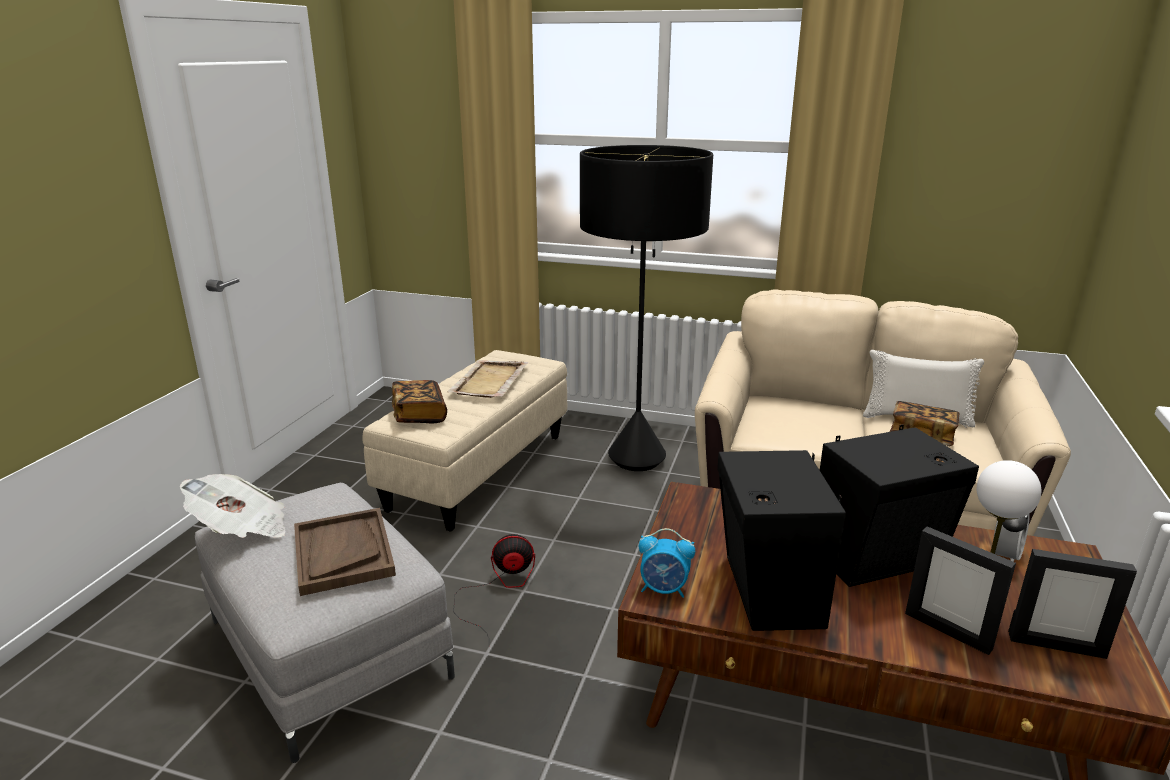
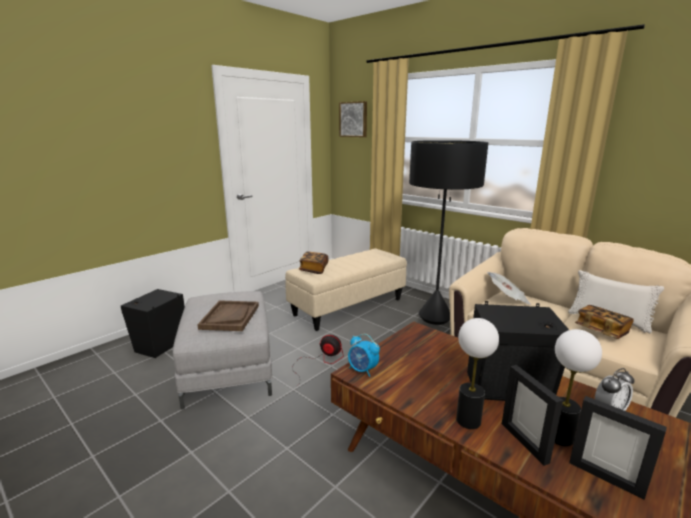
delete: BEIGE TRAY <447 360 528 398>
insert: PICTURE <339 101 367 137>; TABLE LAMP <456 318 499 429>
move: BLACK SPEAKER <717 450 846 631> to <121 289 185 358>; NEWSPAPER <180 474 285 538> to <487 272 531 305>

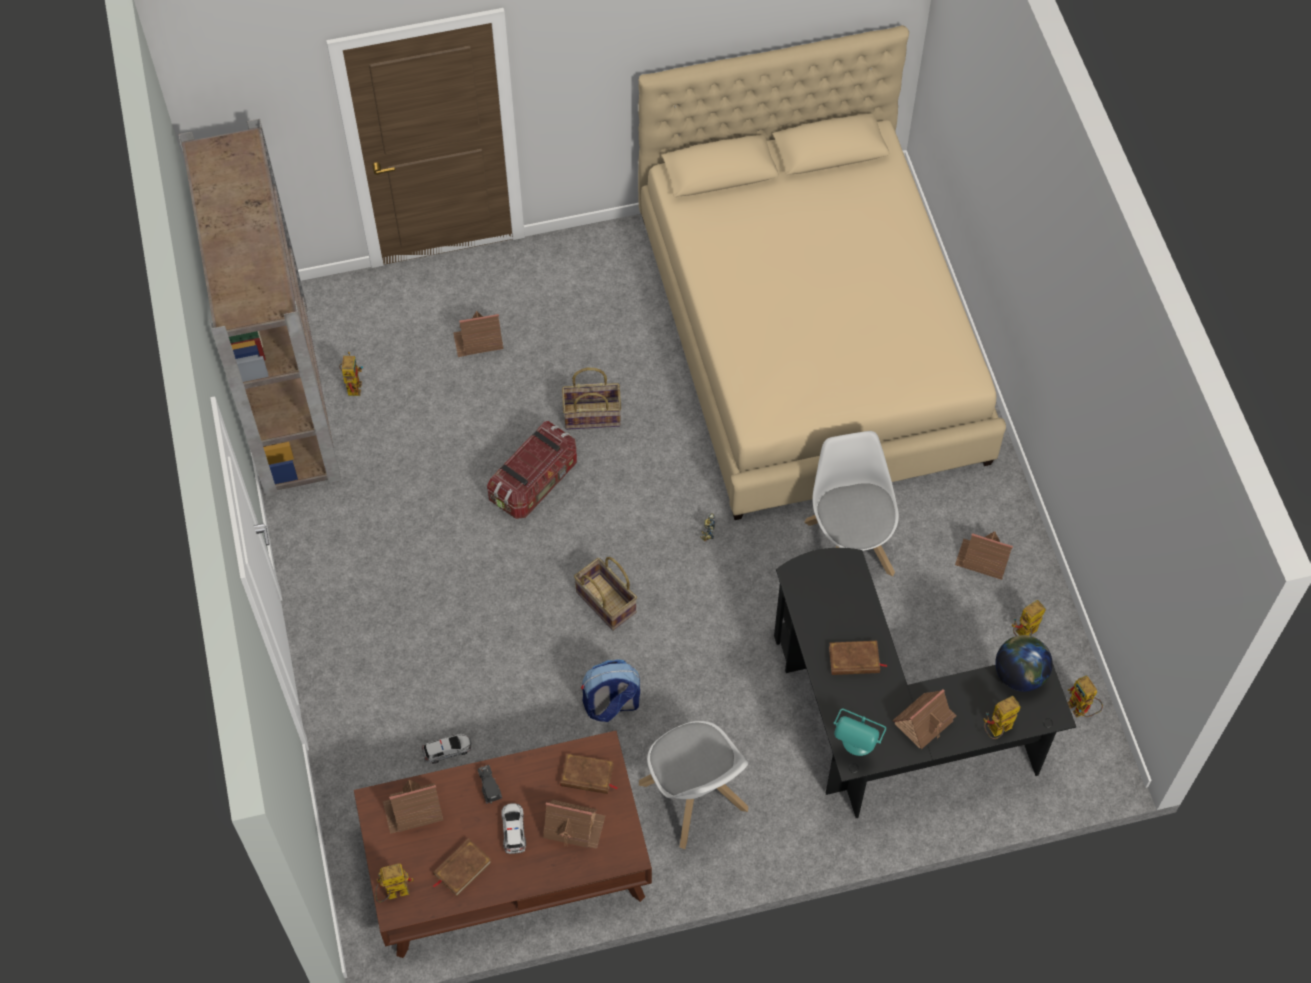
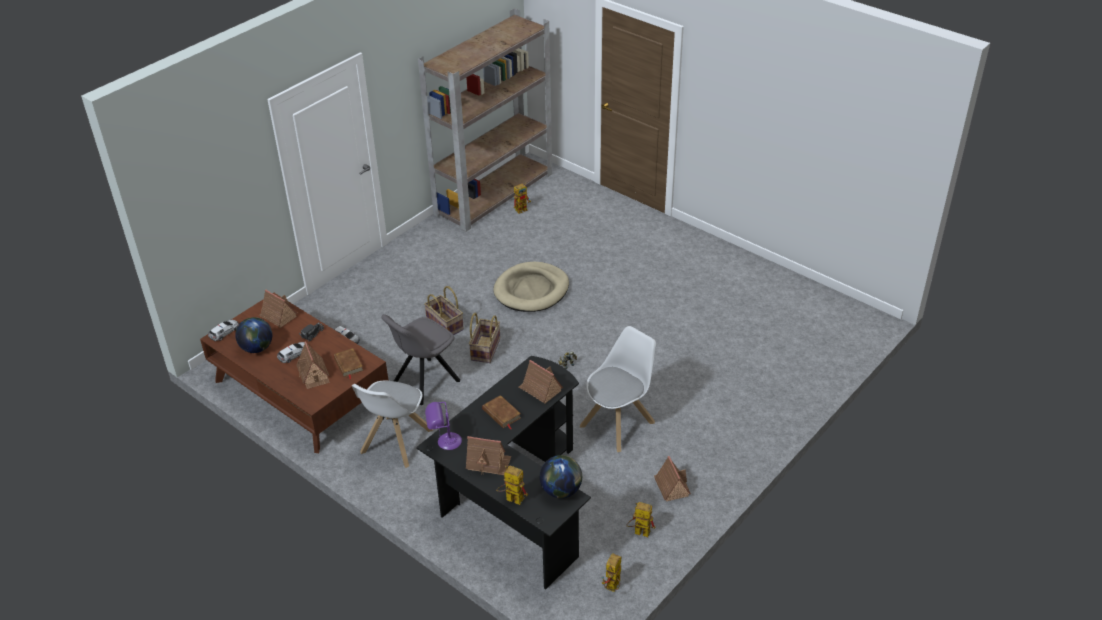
delete: BEIGE BED <638 25 1006 520>
move: BASKET <562 368 621 430> to <424 286 464 335>; TOY HOUSE <453 311 503 357> to <519 360 563 404>
replace: TOY ROBOT <375 864 414 903> to TOY CAR <208 320 239 341>; BROWN BOOK <433 838 492 897> to GLOBE <235 317 272 353>; BACKPACK <581 659 640 722> to GREY CHAIR <382 314 460 405>; STORAGE BOX <487 421 577 519> to BEIGE DOG BED <493 262 569 312>
recolor: TURQUOISE TABLE LAMP <833 709 886 756> to PURPLE TABLE LAMP <425 402 462 450>

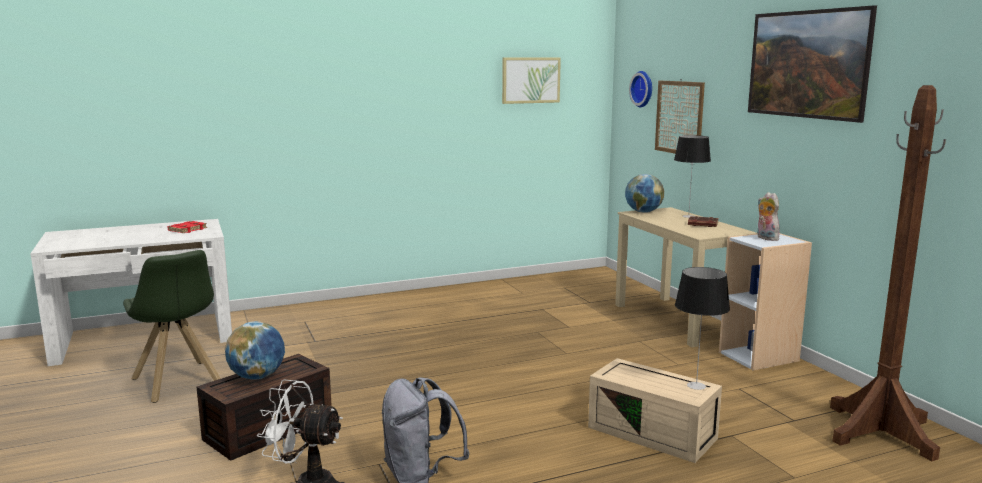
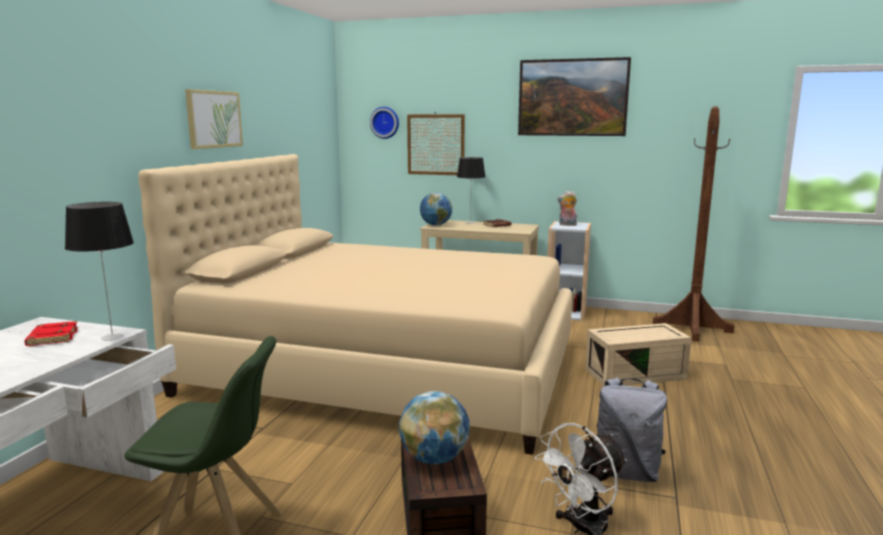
insert: BEIGE BED <138 154 572 455>
move: TABLE LAMP <675 267 730 390> to <65 202 134 341>; PICTURE <502 57 561 104> to <185 89 243 149>

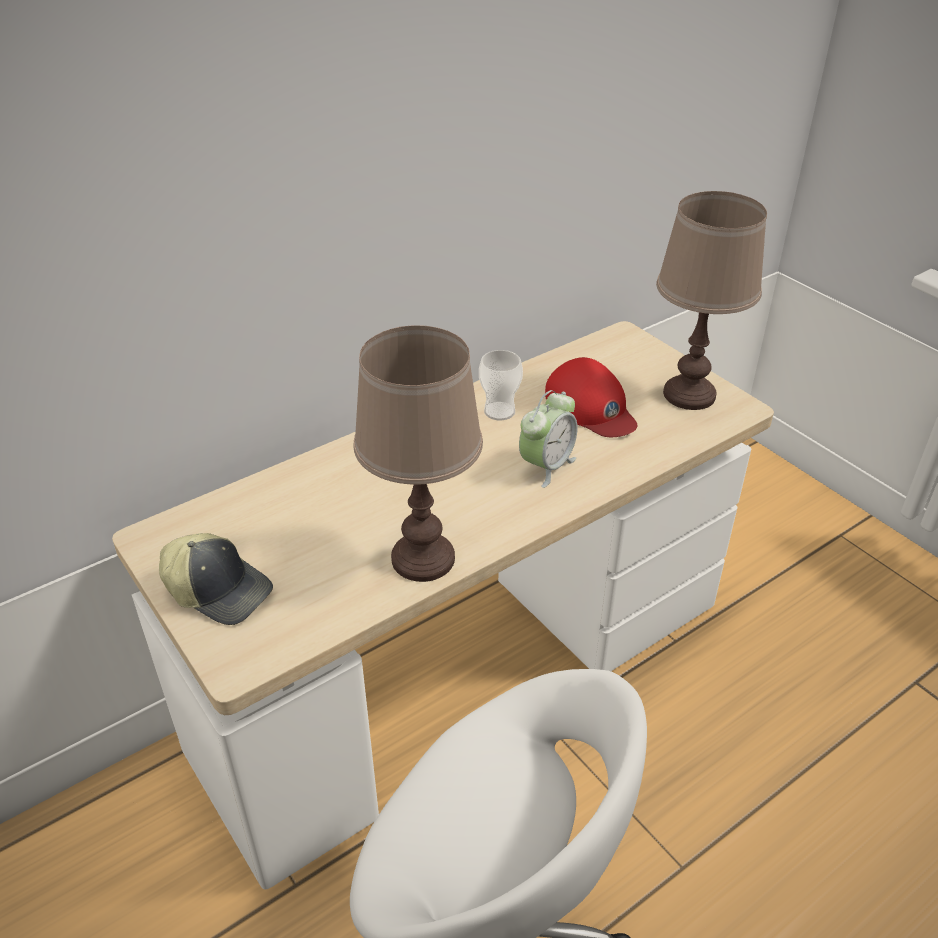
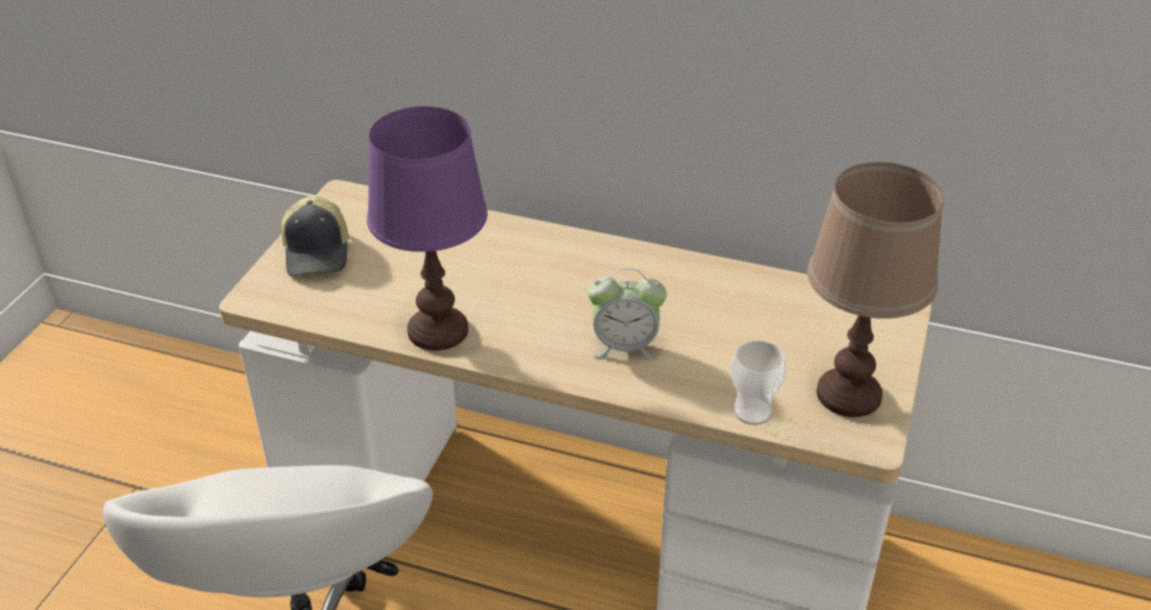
delete: RED CAP <545 357 637 437>
move: CUP <479 350 523 420> to <731 340 786 425>
recolor: BROWN TABLE LAMP <354 325 483 582> to PURPLE TABLE LAMP <367 106 488 351>

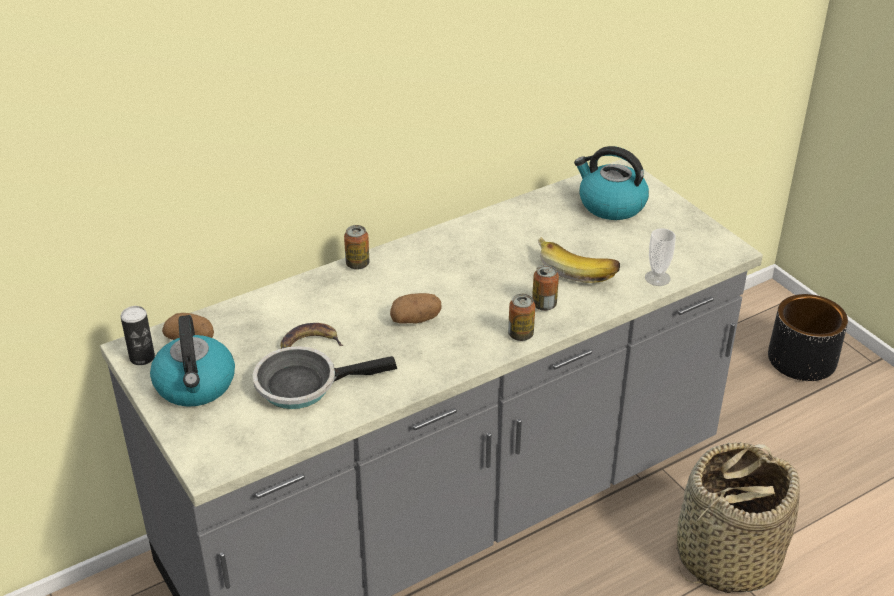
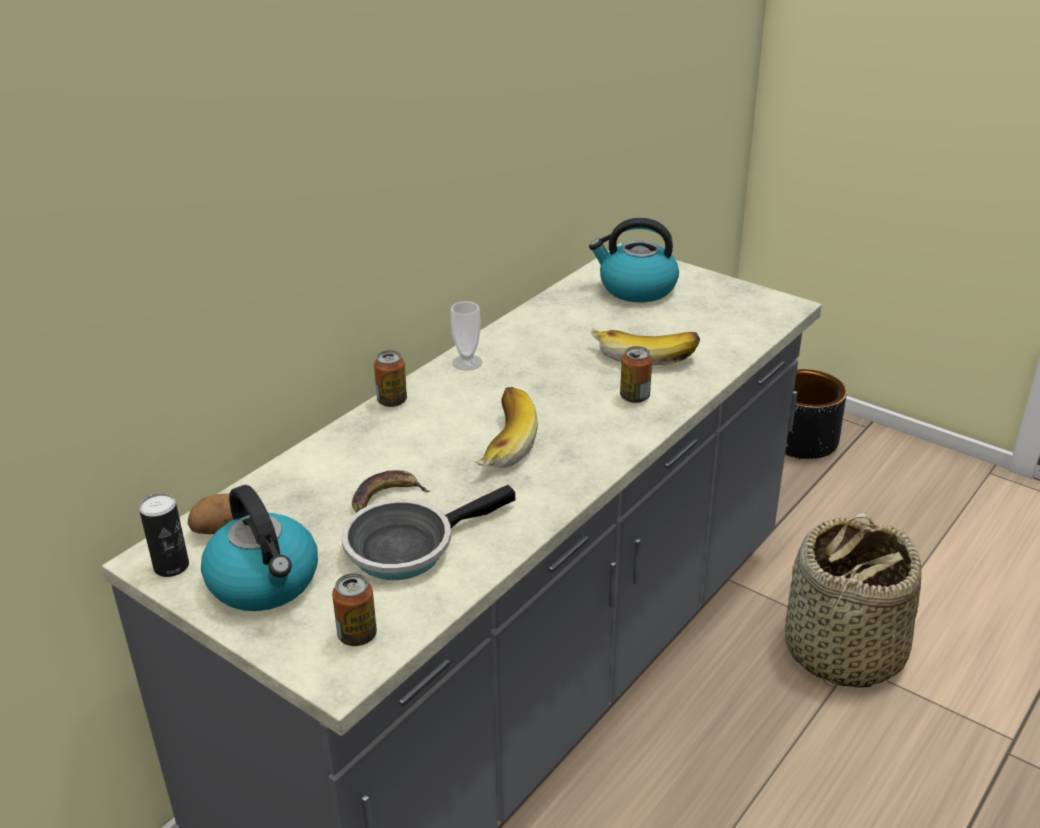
move: CAN <508 294 535 341> to <332 573 377 646>; CUP <645 228 676 286> to <451 301 482 371>
replace: POTATO <390 293 442 323> to BANANA <476 387 538 468>

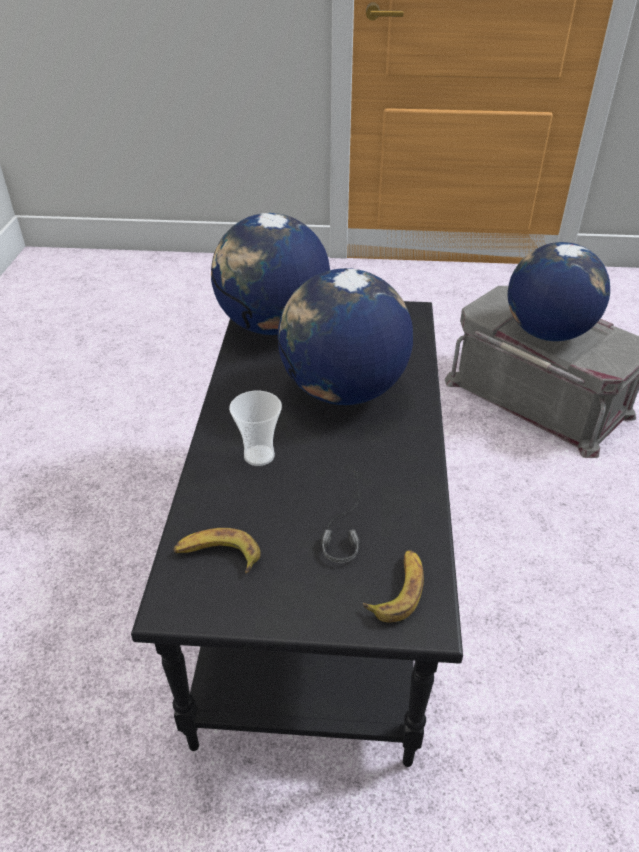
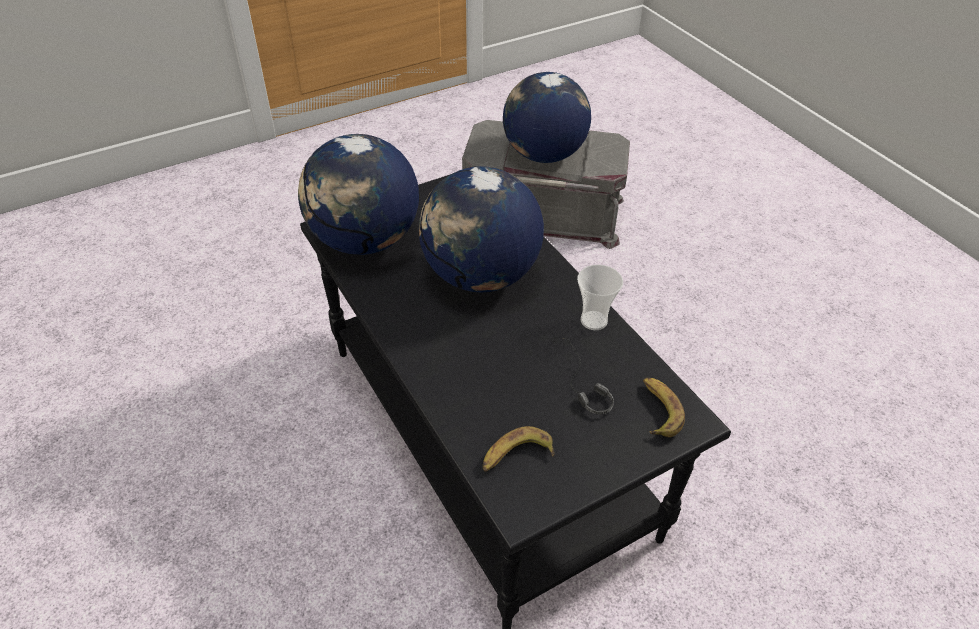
move: CUP <229 391 282 466> to <577 265 623 330>

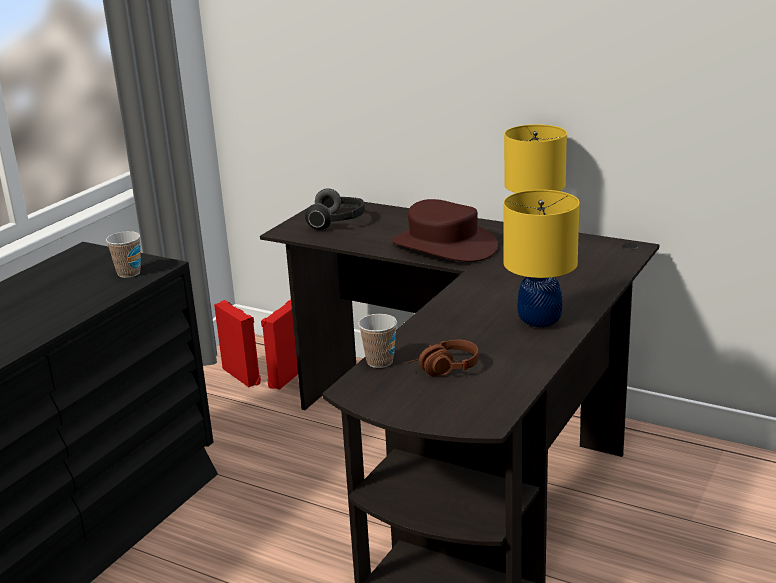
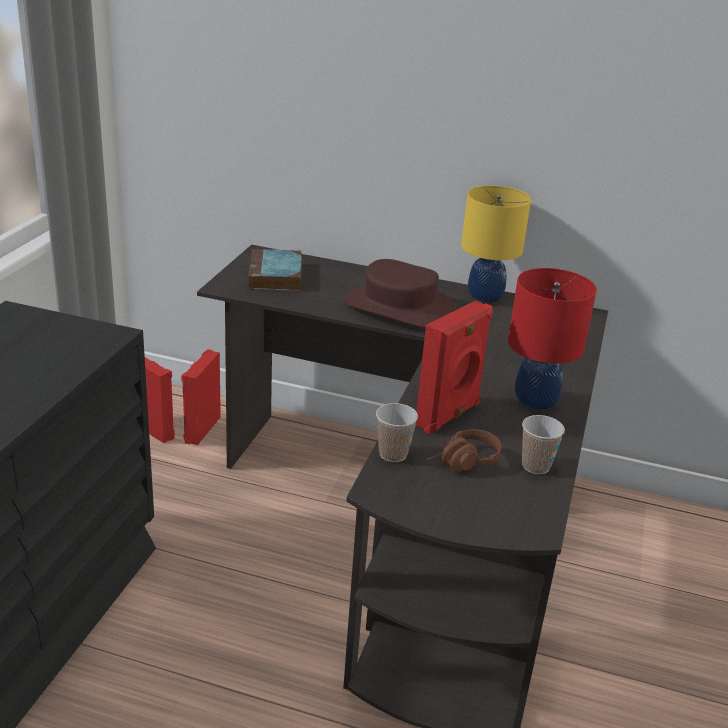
insert: RED SPEAKER <416 301 493 434>
move: CUP <106 231 141 278> to <522 415 565 474>
replace: HEADPHONES <305 188 365 230> to BOOK <248 249 302 291>
recolor: YELLOW TABLE LAMP <503 190 579 328> to RED TABLE LAMP <508 268 597 410>

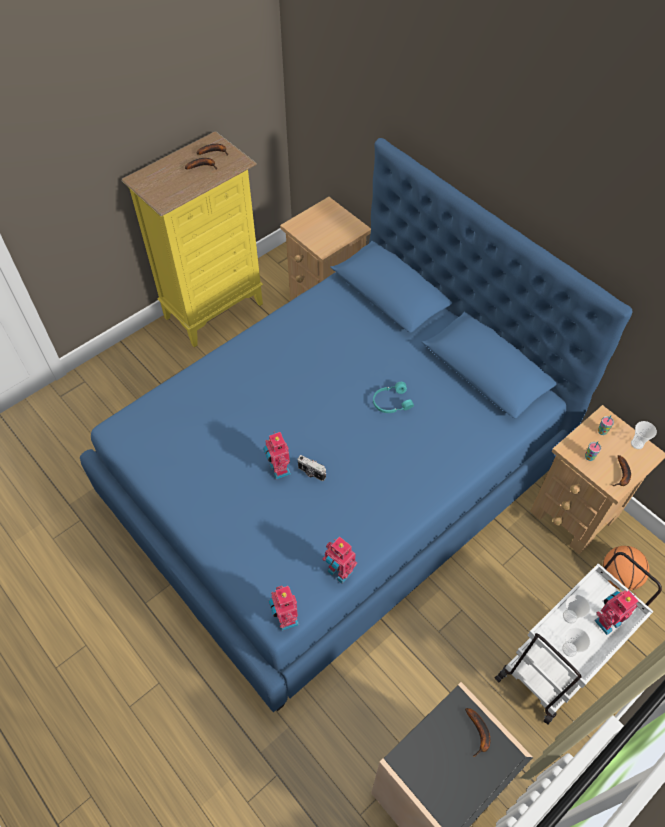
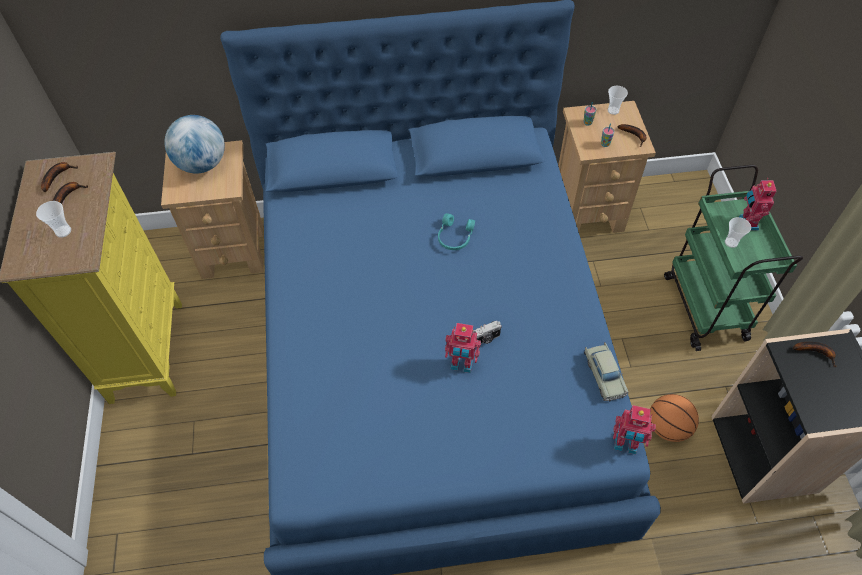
insert: GLOBE <164 115 225 173>
move: CUP <562 628 590 657> to <36 201 71 238>; BASKETBALL <603 546 649 591> to <650 394 699 442>
replace: TOY ROBOT <322 537 357 584> to BEIGE TOY CAR <584 343 629 402>
recolor: WHITE CART <495 552 662 724> to GREEN CART <664 165 803 351>

